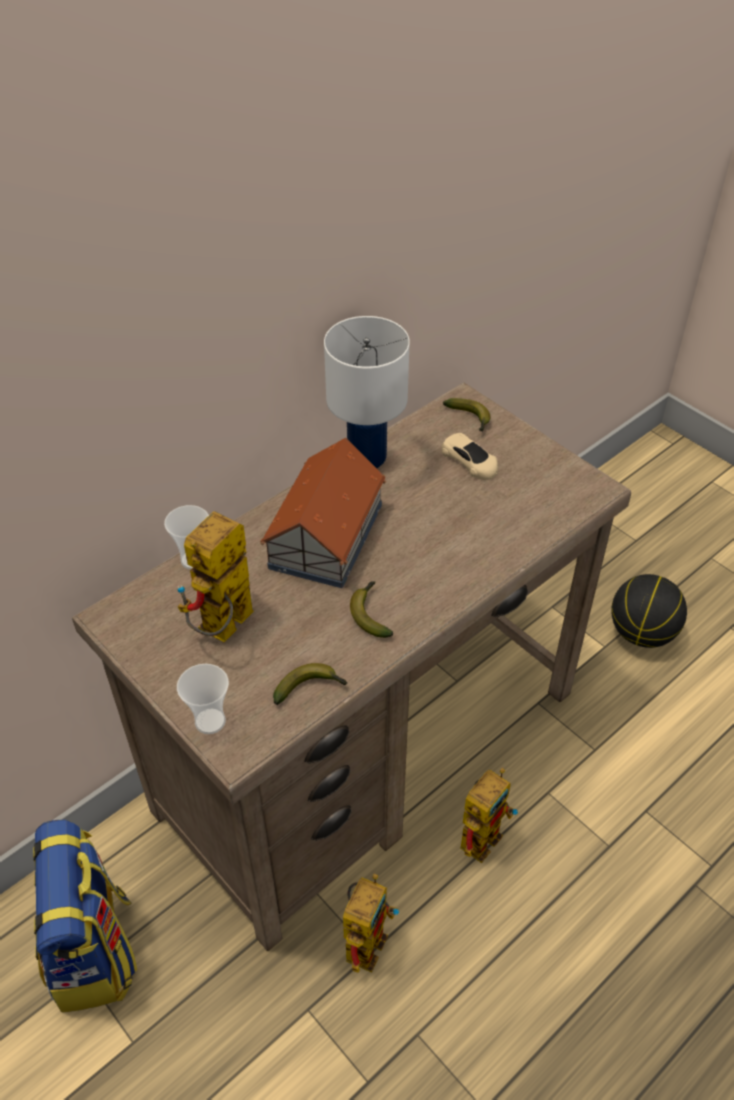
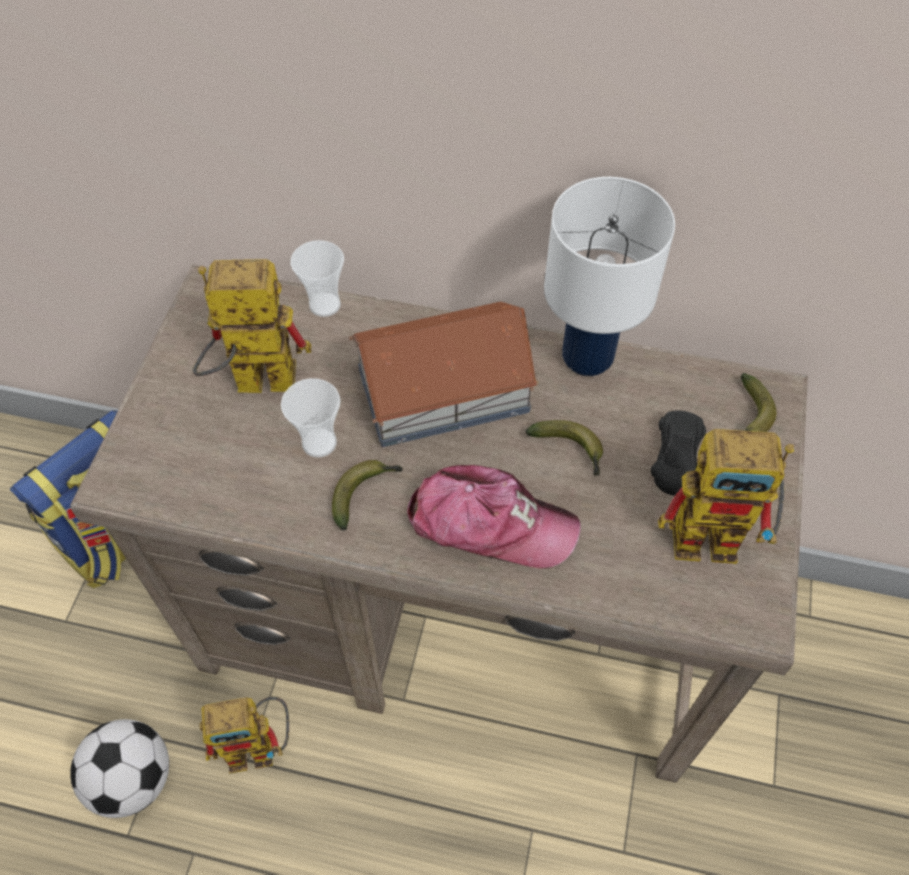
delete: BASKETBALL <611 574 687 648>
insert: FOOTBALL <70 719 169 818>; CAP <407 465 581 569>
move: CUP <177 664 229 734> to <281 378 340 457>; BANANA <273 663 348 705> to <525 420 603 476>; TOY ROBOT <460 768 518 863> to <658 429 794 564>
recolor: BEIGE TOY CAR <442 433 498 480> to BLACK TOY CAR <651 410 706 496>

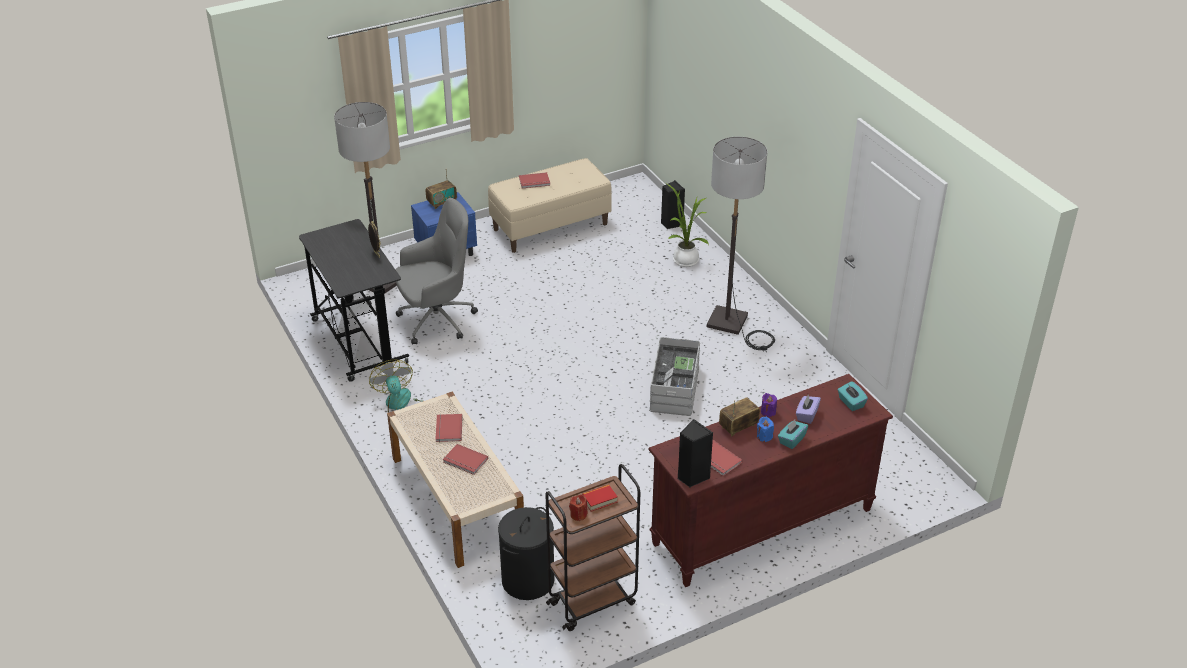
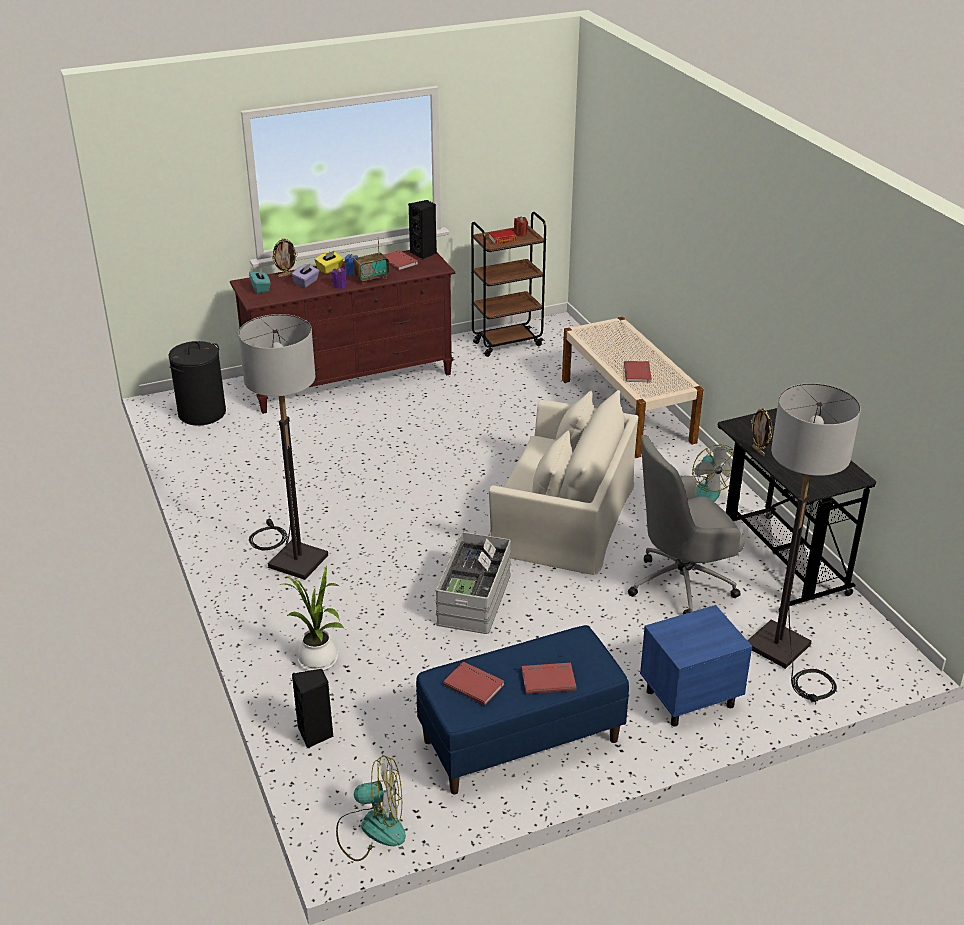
delete: RADIO <425 171 457 209>
insert: PICTURE FRAME <272 238 298 277>; FAN <336 755 406 861>; BEIGE ARMCHAIR <489 390 638 575>
move: BLACK LAUNDRY BASKET <498 507 555 600> to <168 341 226 425>; GREY STORAGE BOX <649 337 700 416> to <435 532 511 634>; RED BOOK <443 444 488 475> to <443 662 505 705>
recolor: TURQUOISE TISSUE BOX <778 420 808 449> to YELLOW TISSUE BOX <314 250 344 274>; BEIGE BENCH <488 158 612 253> to BLUE BENCH <416 625 629 795>

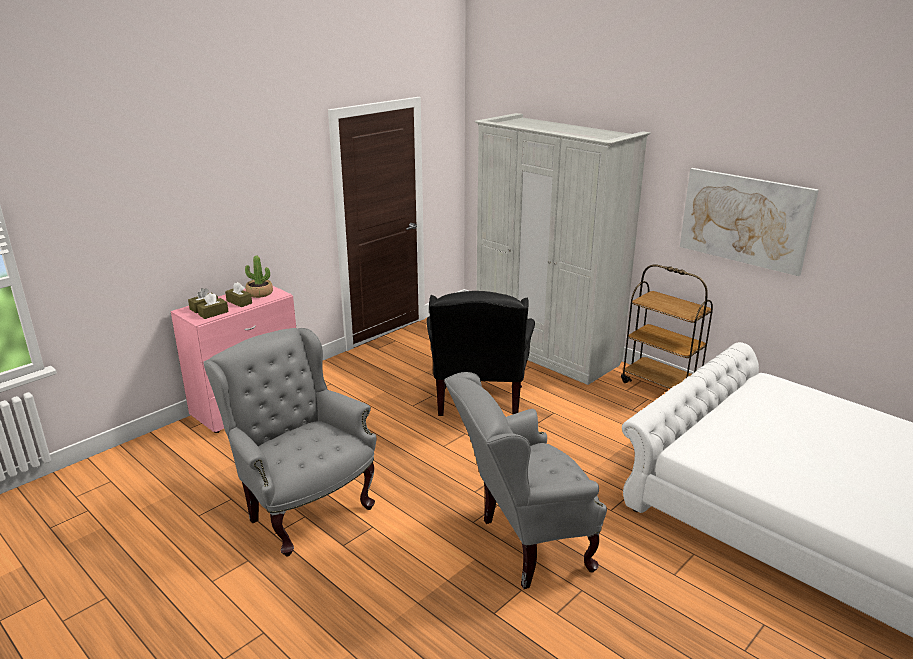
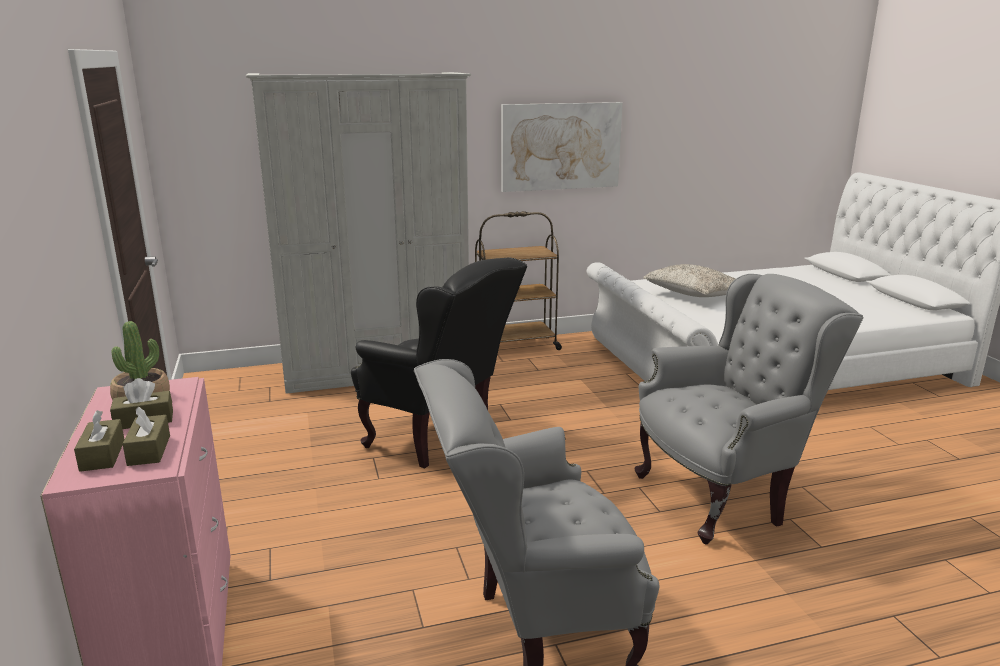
insert: BEIGE PILLOW <643 264 736 297>
rotate: GREY ARMCHAIR <444 372 607 589> = <635 274 863 545> 120 degrees counterclockwise

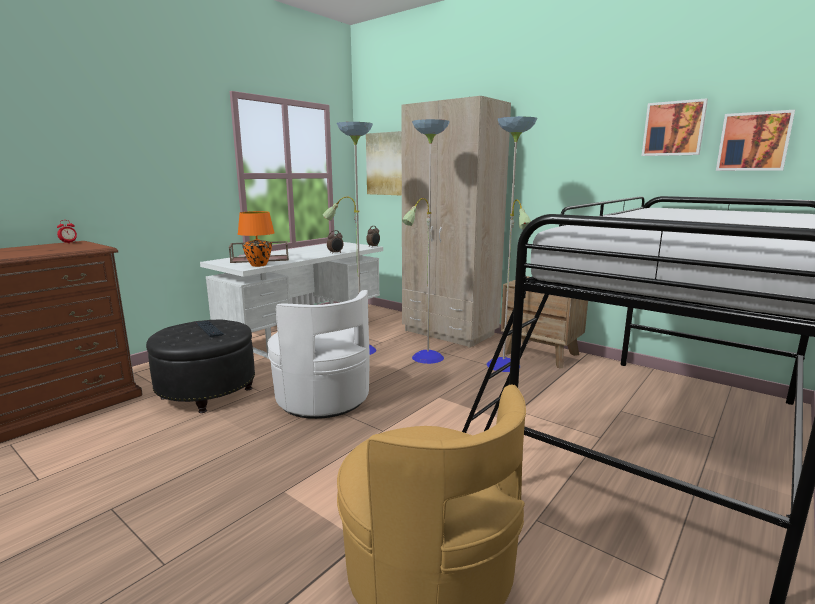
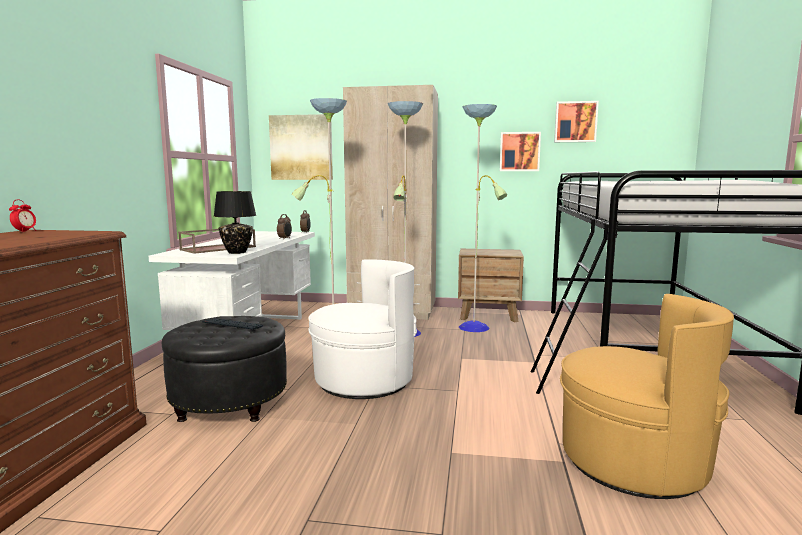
move: PICTURE <716 110 795 171> to <500 132 541 171>
recolor: ORANGE TABLE LAMP <238 211 275 267> to BLACK TABLE LAMP <214 191 256 254>
rotate: WHITE ARMCHAIR <268 290 370 419> = <308 259 417 399> 45 degrees counterclockwise

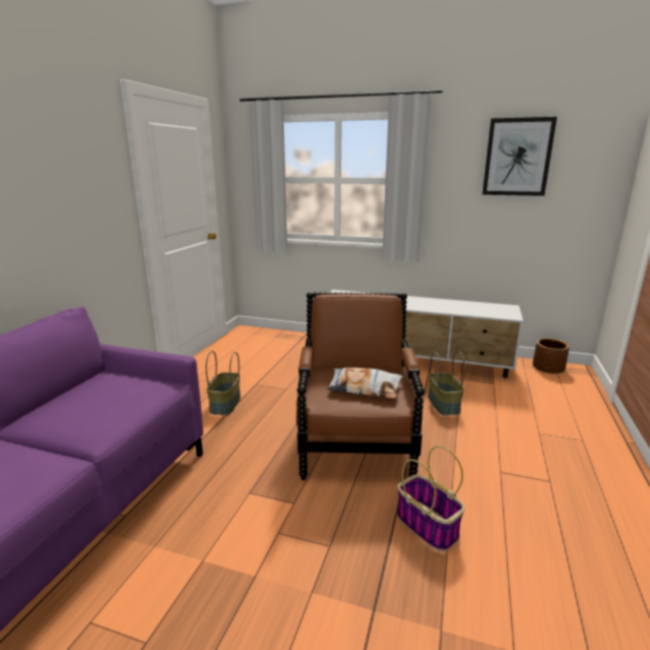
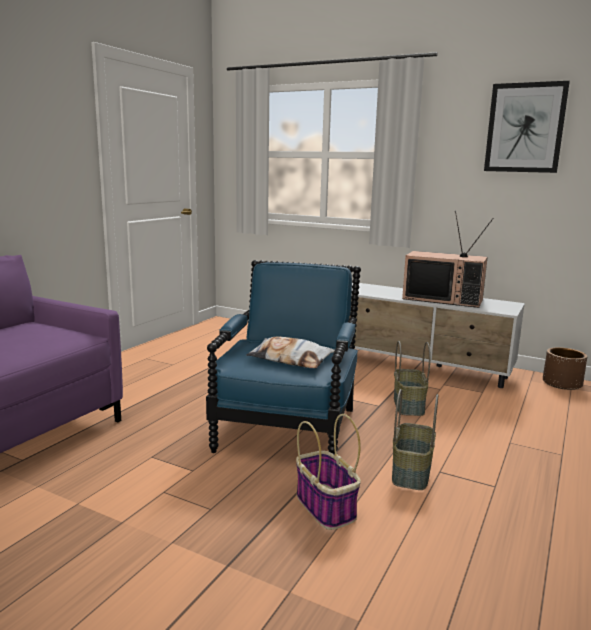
insert: TELEVISION <402 211 494 308>
move: BASKET <206 351 241 415> to <392 389 438 490>
recolor: BROWN ARMCHAIR <296 292 425 480> to BLUE ARMCHAIR <206 260 361 455>

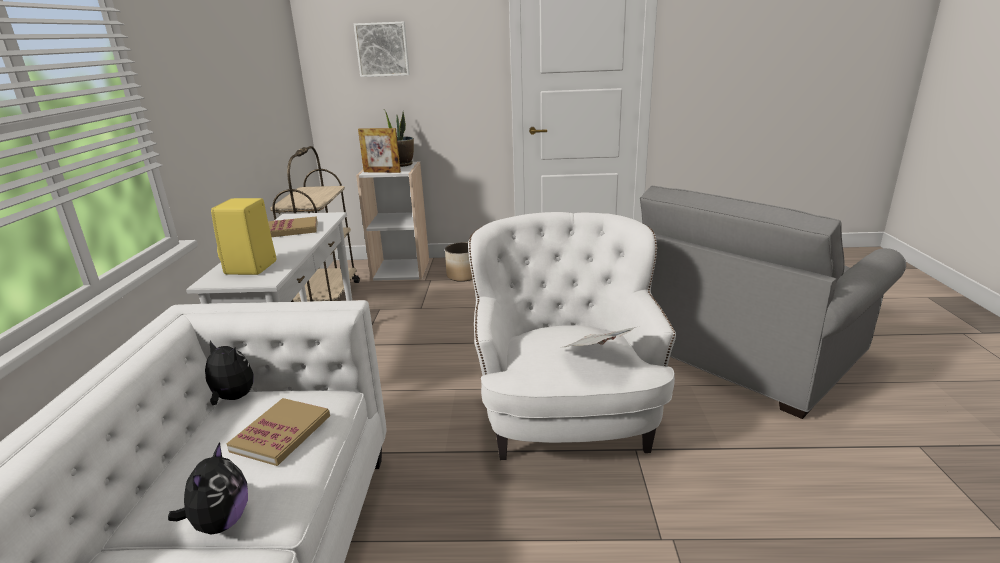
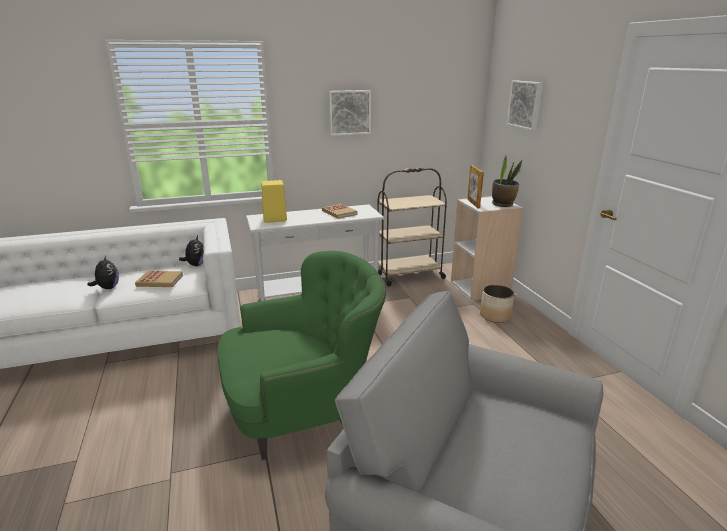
delete: NEWSPAPER <560 326 640 348>
insert: PICTURE <329 90 371 136>
recolor: WHITE ARMCHAIR <468 212 676 460> to GREEN ARMCHAIR <217 251 386 460>
rotate: PLUSH TOY <168 442 248 534> = <87 255 119 289> 90 degrees counterclockwise

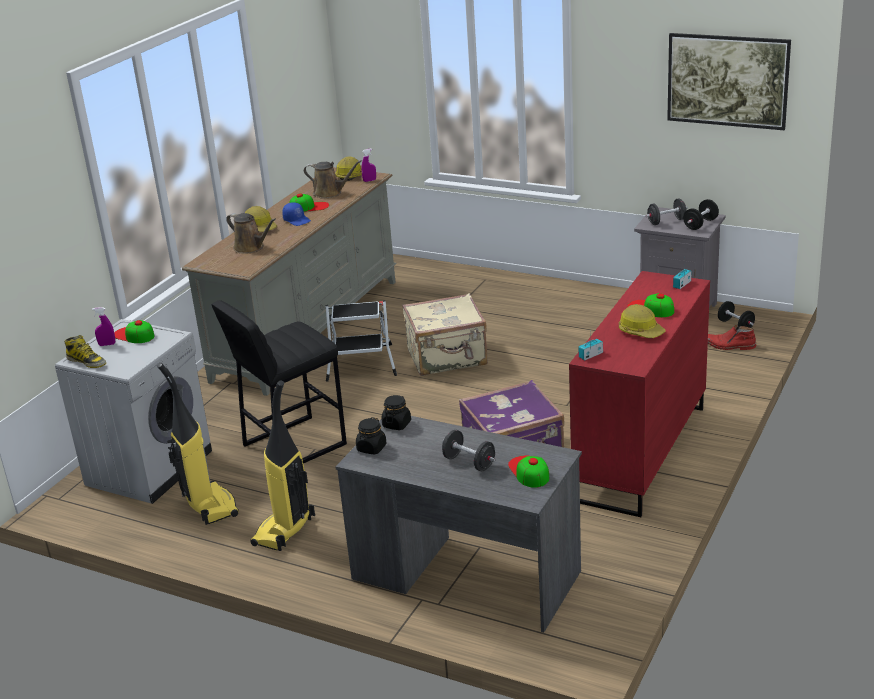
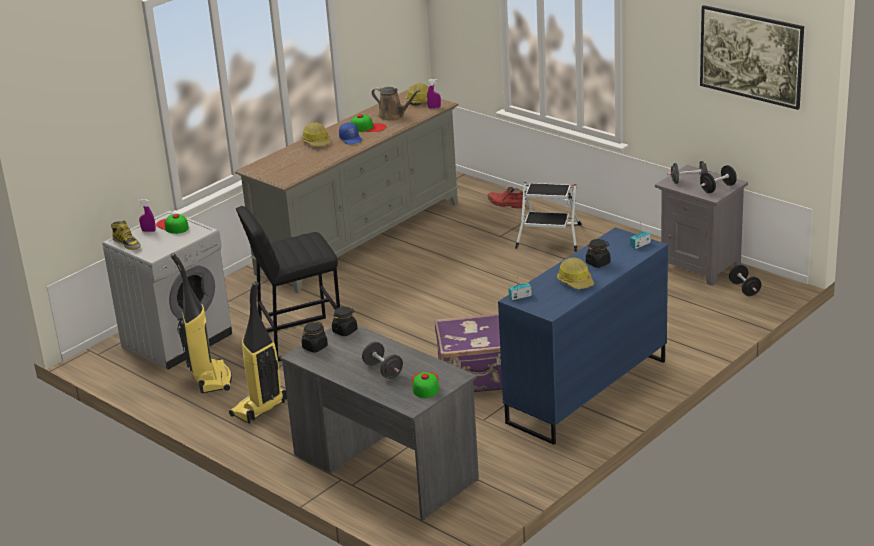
delete: BROWN WATERING CAN <226 213 276 254>; BEIGE SUITCASE <402 293 488 376>
move: RED BOOT <708 325 756 350> to <487 187 526 208>; STEP LADDER <326 300 397 382> to <515 182 582 252>
replace: CAP <627 293 674 317> to BLACK JAR <586 239 611 268>
recolor: RED DRESSER <569 271 710 517> to BLUE DRESSER <498 227 668 445>

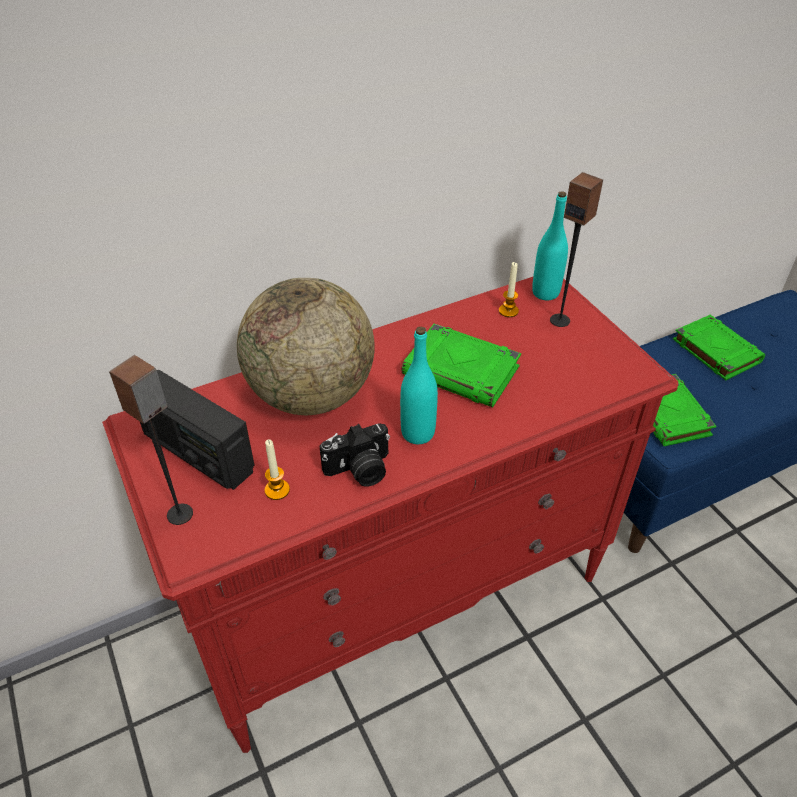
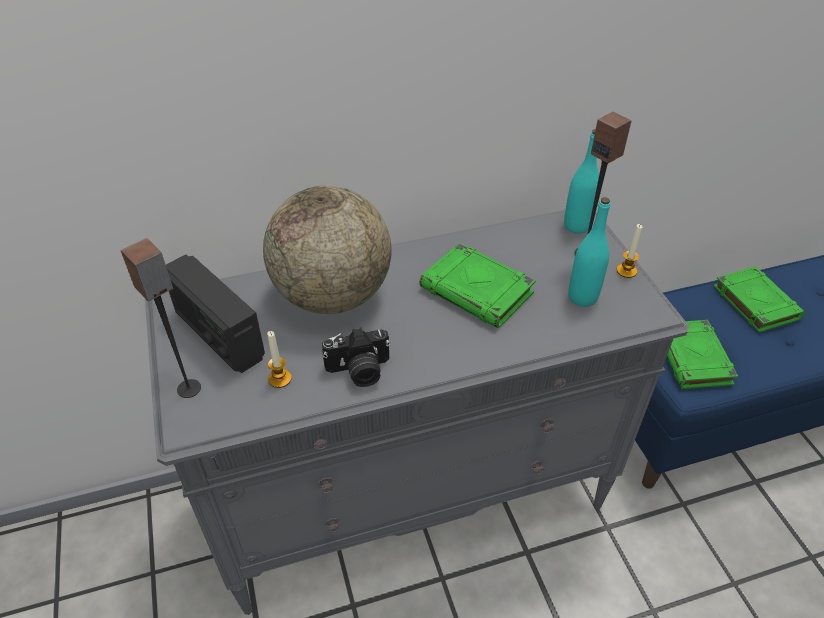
move: TURQUOISE BOTTLE <400 327 438 444> to <568 197 610 307>; CANDLE <499 262 519 317> to <617 224 642 278>
recolor: RED DRESSER <102 277 678 753> to GREY DRESSER <145 210 689 615>

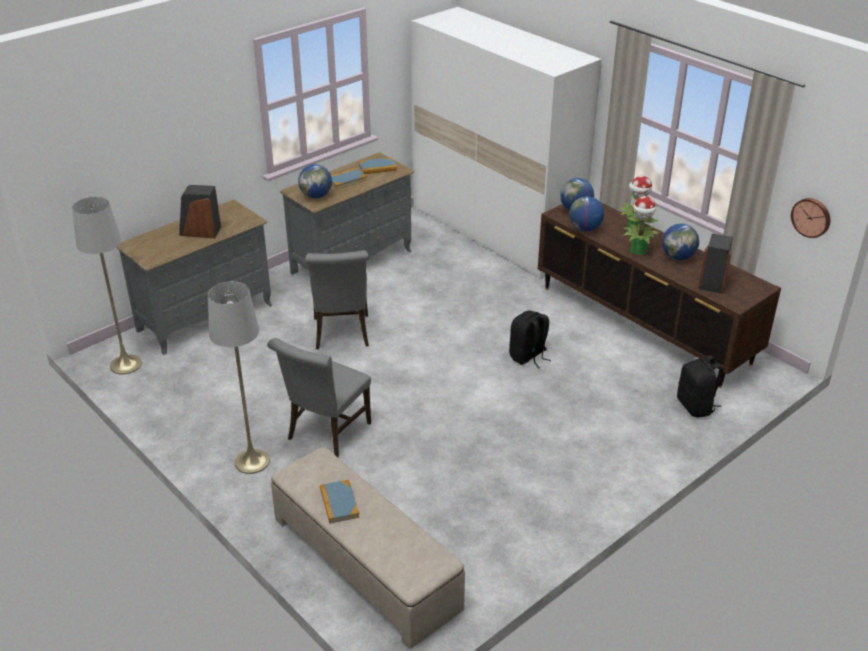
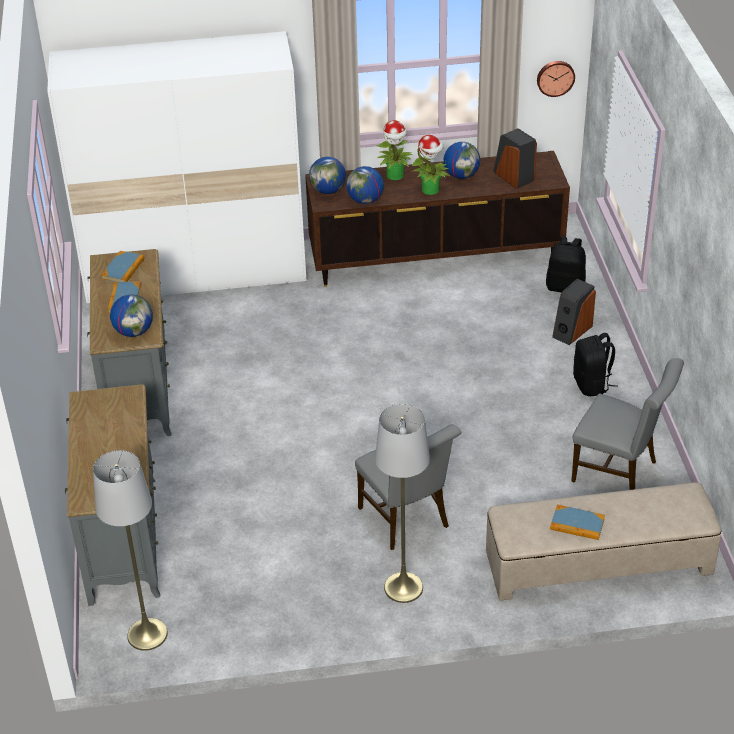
move: SPEAKER <179 185 221 238> to <552 279 596 345>; GREY CHAIR <305 250 369 349> to <571 358 684 490>; BLACK BACKPACK <509 310 551 368> to <573 333 618 396>

